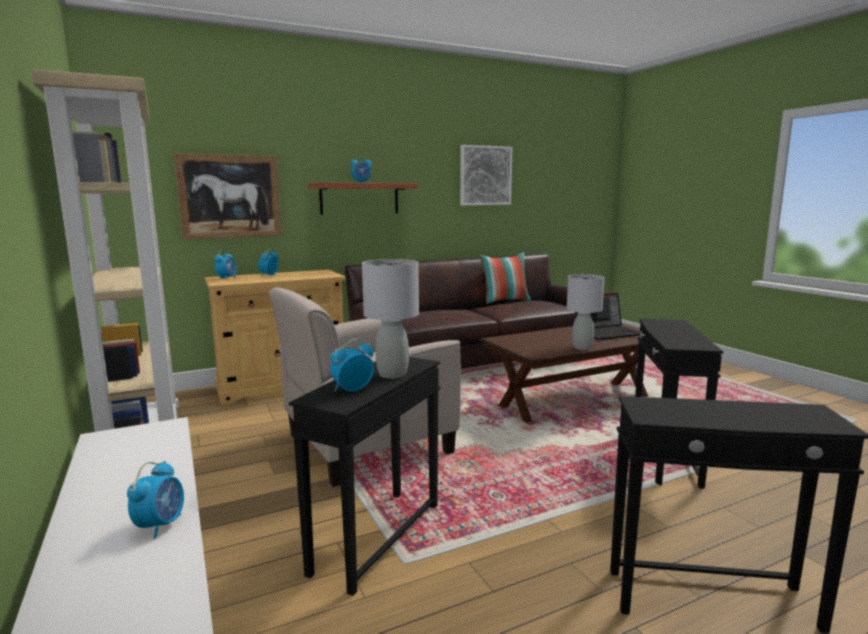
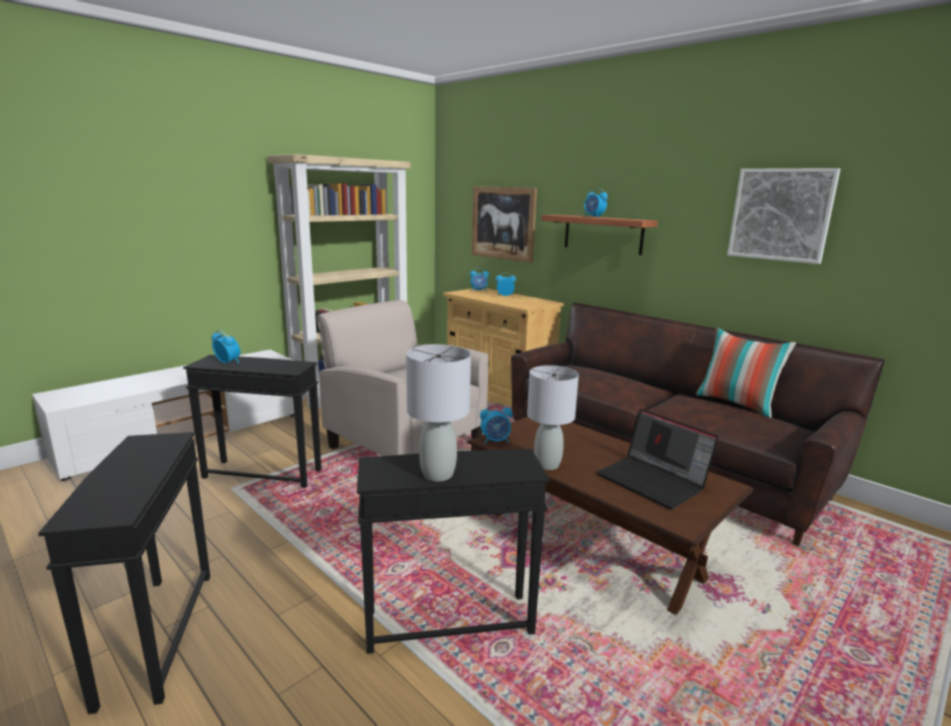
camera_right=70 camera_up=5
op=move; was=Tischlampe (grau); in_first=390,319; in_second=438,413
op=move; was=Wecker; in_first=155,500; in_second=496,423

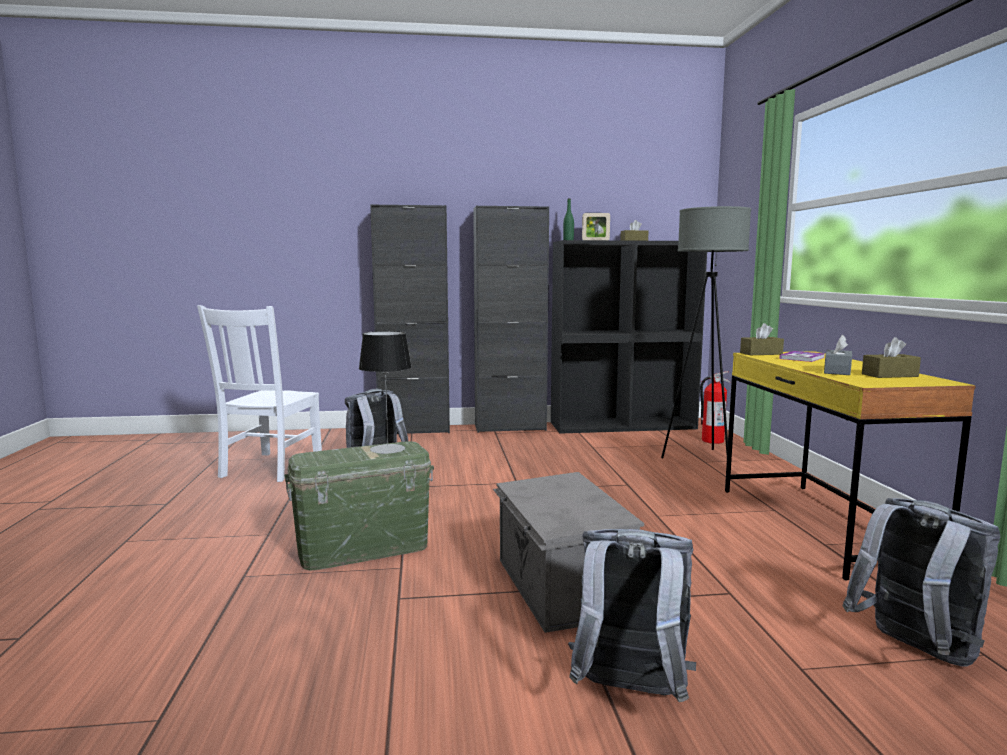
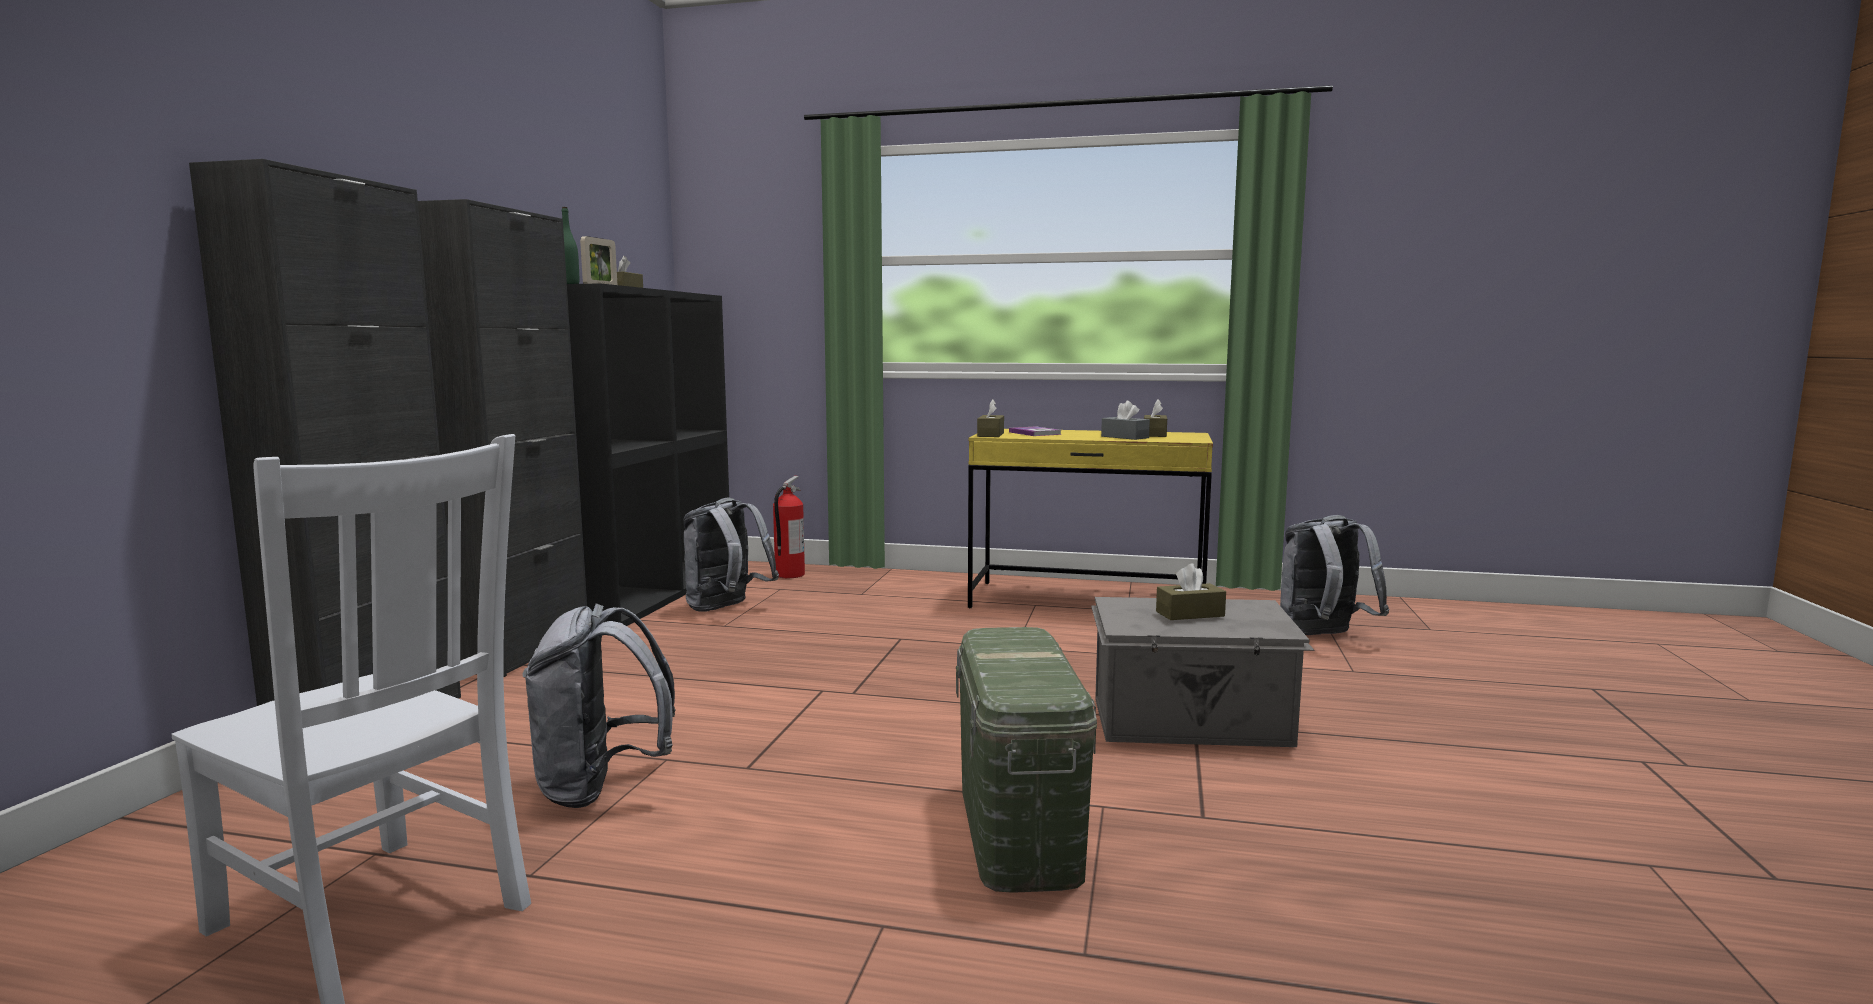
camera_right=-70 camera_up=0
op=delete; was=Stehlampe (grau); in_first=706,332
op=delete; was=Tischlampe; in_first=385,392
op=move; was=Rucksack (grau); in_first=632,615; in_second=731,554
op=insert; now=Taschentuchbox (braun); in_second=1191,591

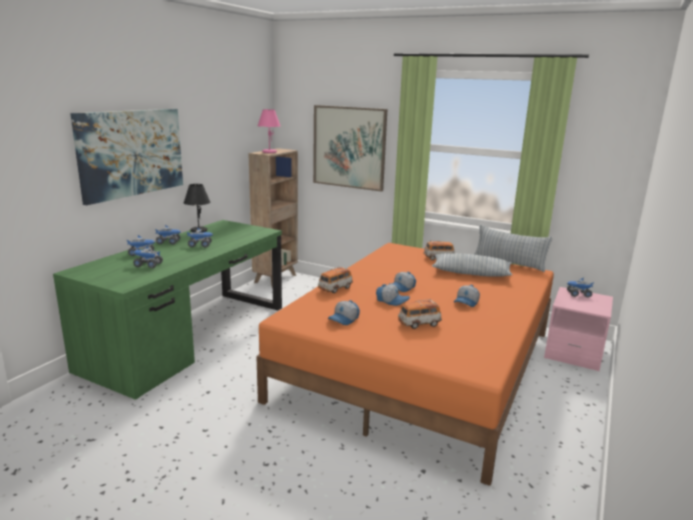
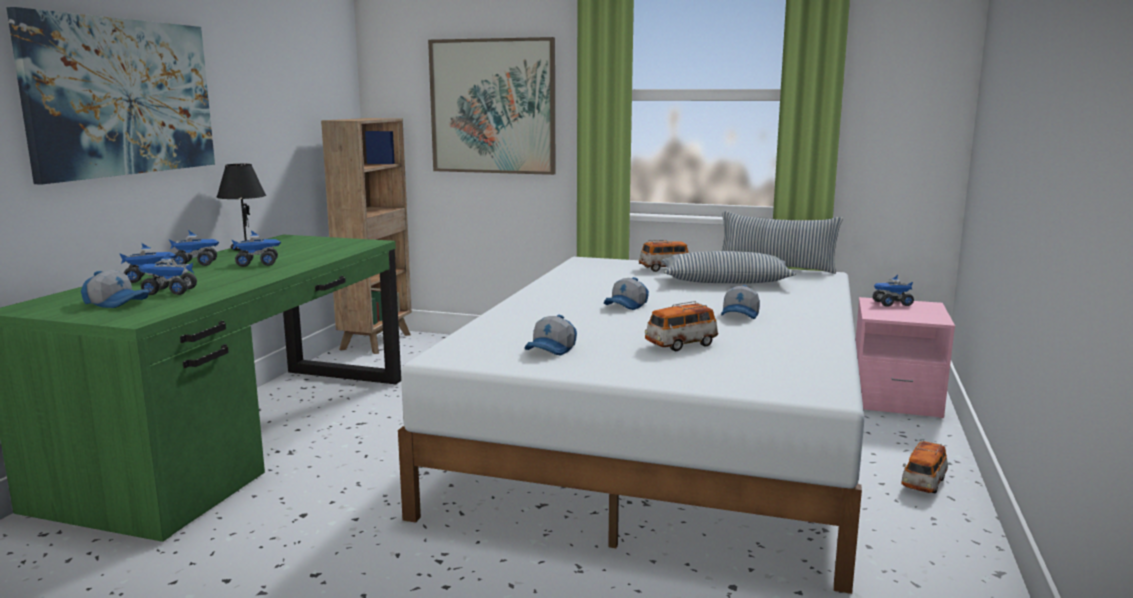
camera_right=-10 camera_up=-5
op=delete; was=Tischlampe (rosa); in_first=268,131
op=recolor; was=Bett (orange); now=Bett (weiß); in_first=405,364; in_second=631,425
op=move; was=Spielzeugauto; in_first=335,279; in_second=924,466
op=move; was=Kappe; in_first=393,295; in_second=115,289

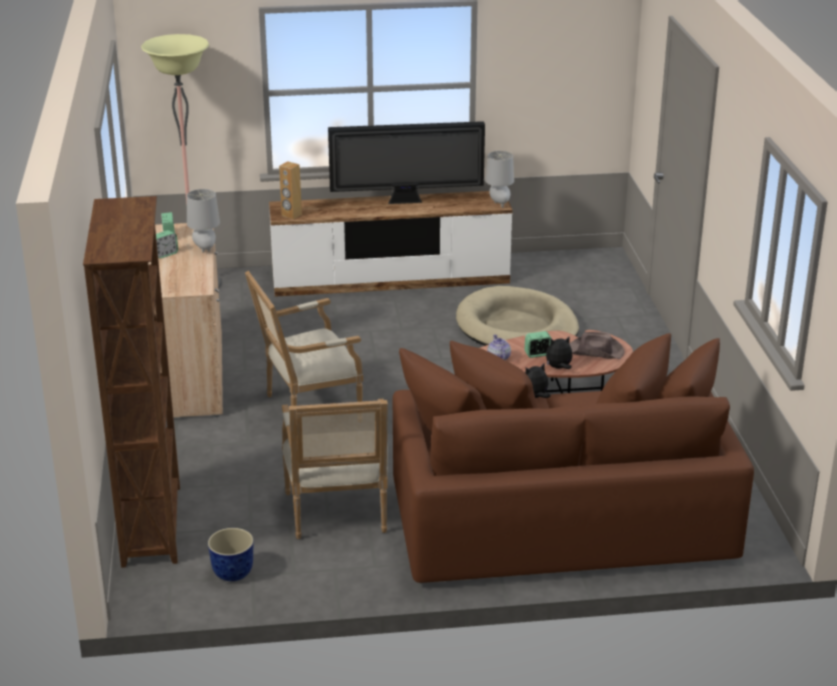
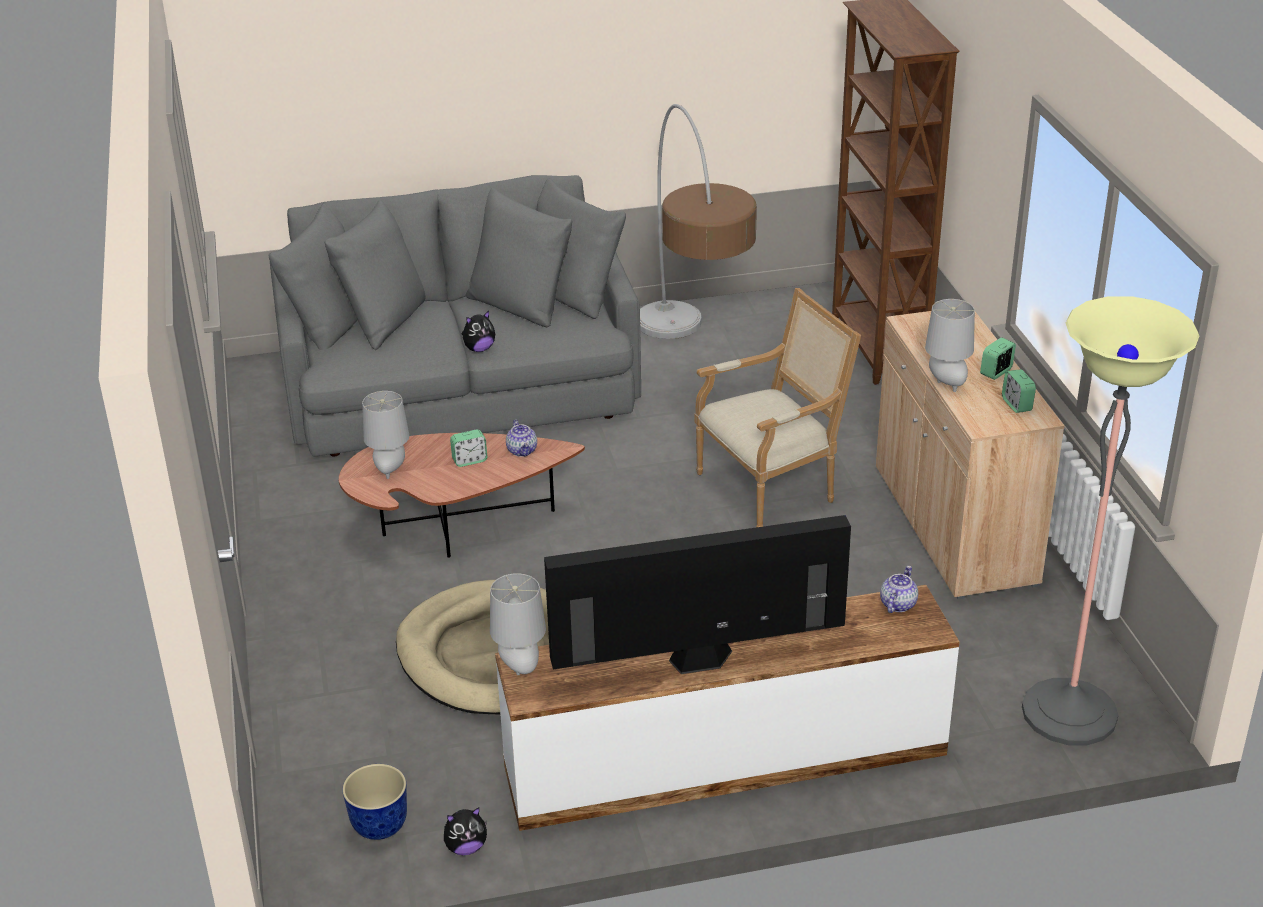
camera_right=175 camera_up=5
op=replace; was=Lautsprecher (braun); now=Teekanne; in_first=290,190; in_second=899,589
op=replace; was=Hut (braun); now=Tischlampe (grau); in_first=597,345; in_second=385,435
op=recolor; was=Sofa (braun); now=Sofa (grau); in_first=573,458; in_second=454,316
op=move; was=Plüschtier; in_first=559,352; in_second=465,831
op=replace; was=Sessel; now=Stehlampe; in_first=335,469; in_second=698,221
op=move; was=Pflanzkübel; in_first=231,554; in_second=374,802

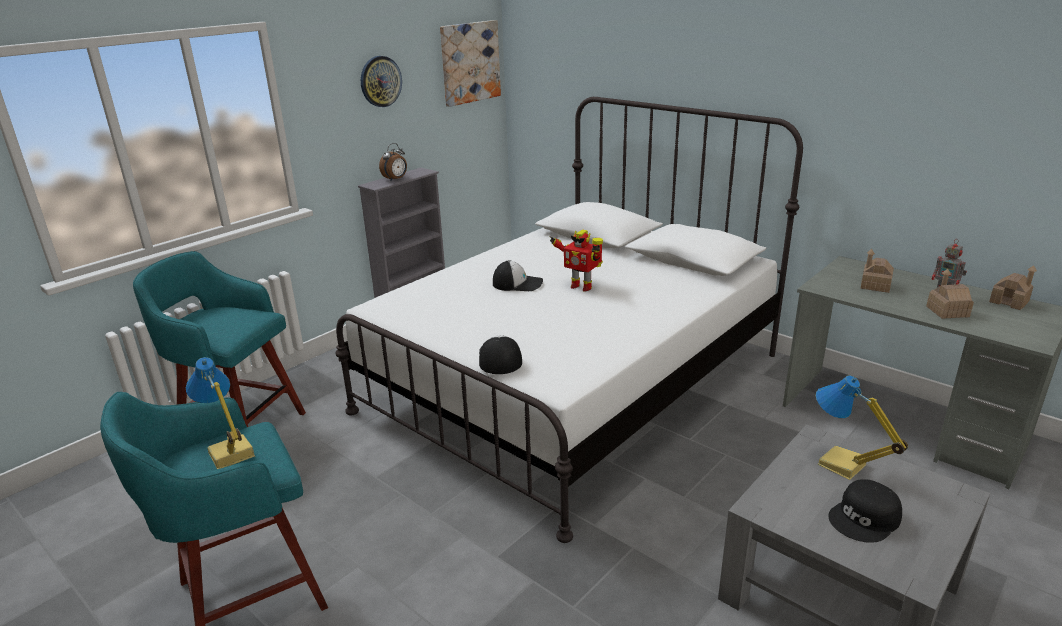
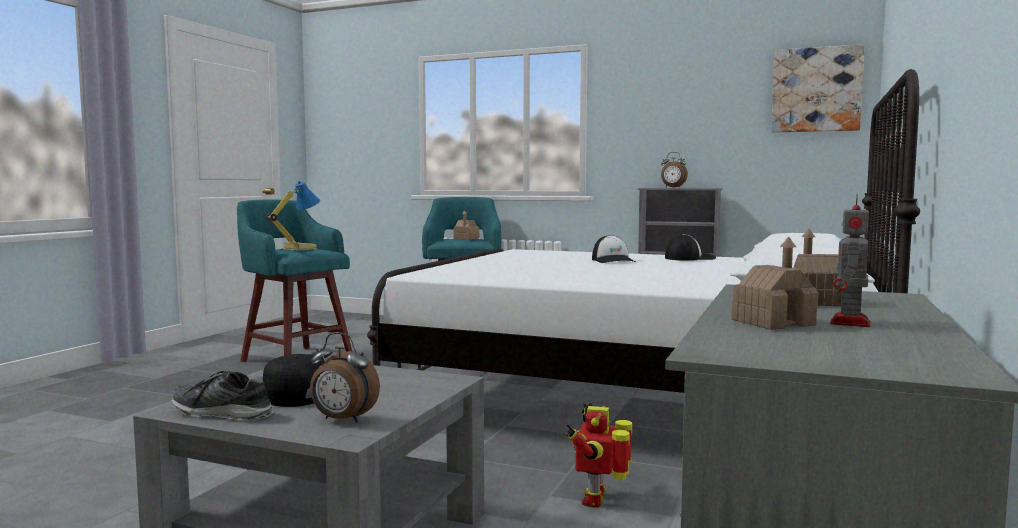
camera_right=70 camera_up=-20
op=delete; was=Wanduhr; in_first=381,81
op=move; was=Spielzeugroboter; in_first=576,261; in_second=598,455
op=move; was=Spielzeughaus; in_first=1013,287; in_second=466,225
op=move; was=Kappe; in_first=500,354; in_second=690,247
op=delete; was=Tischlampe; in_first=862,428
op=insert; now=Wecker; in_second=345,377
op=insert; now=Schuh; in_second=222,396

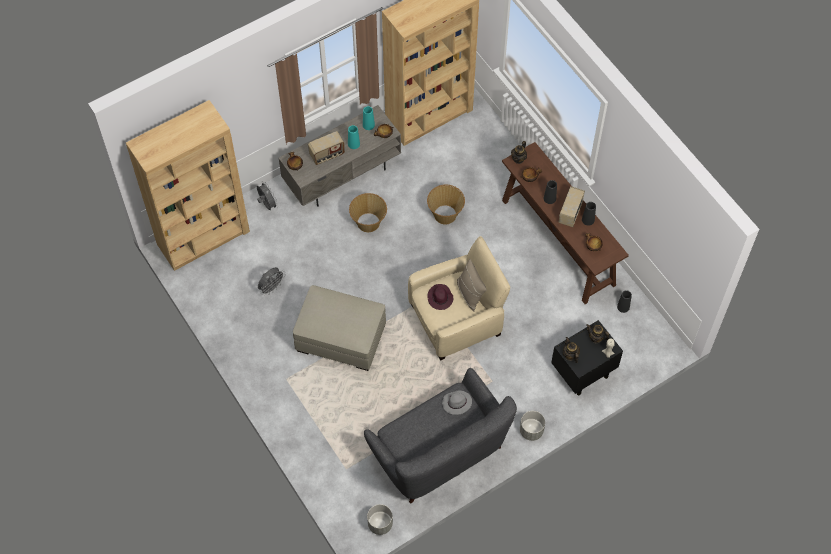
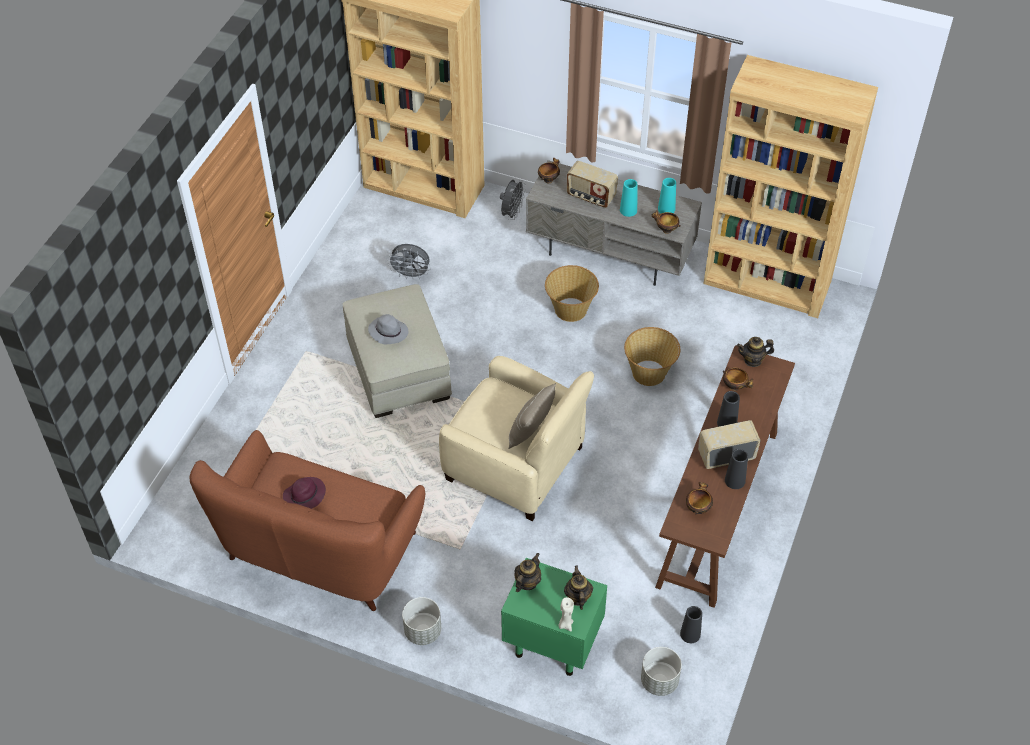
camera_right=55 camera_up=-10
op=move; was=Hut (lila); in_first=440,297; in_second=304,493
op=recolor; was=Nachttisch (schwarz); now=Nachttisch (grün); in_first=587,357; in_second=554,617
op=recolor; was=Sofa (grau); now=Sofa (braun); in_first=440,435; in_second=307,520
op=move; was=Hut (grau); in_first=457,403; in_second=388,329
op=move; was=Pflanzkübel (grau); in_first=380,519; in_second=661,671

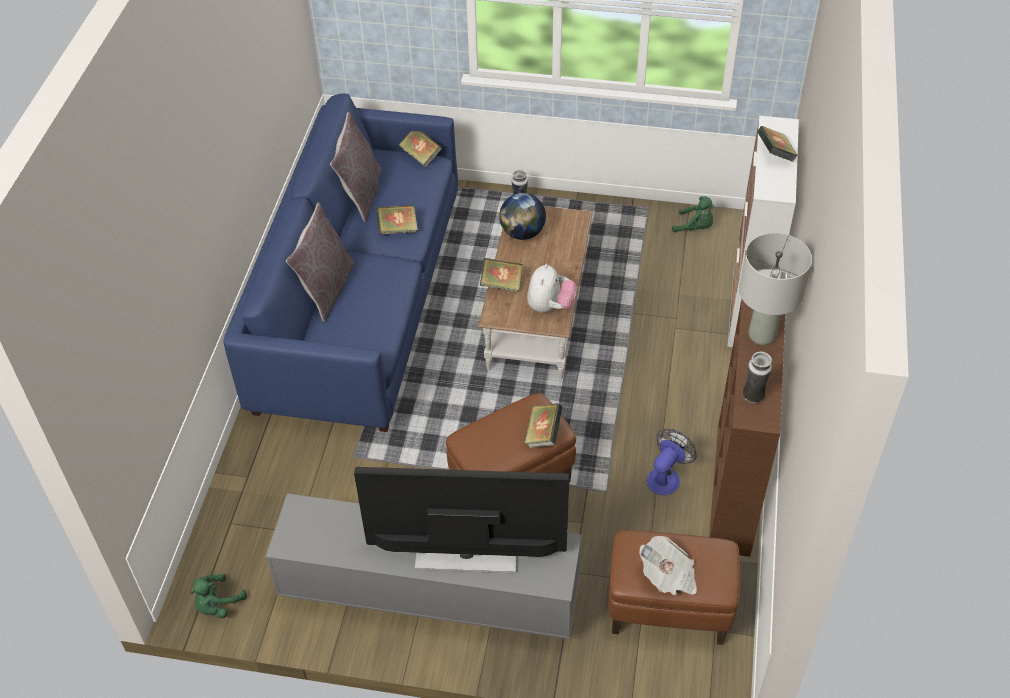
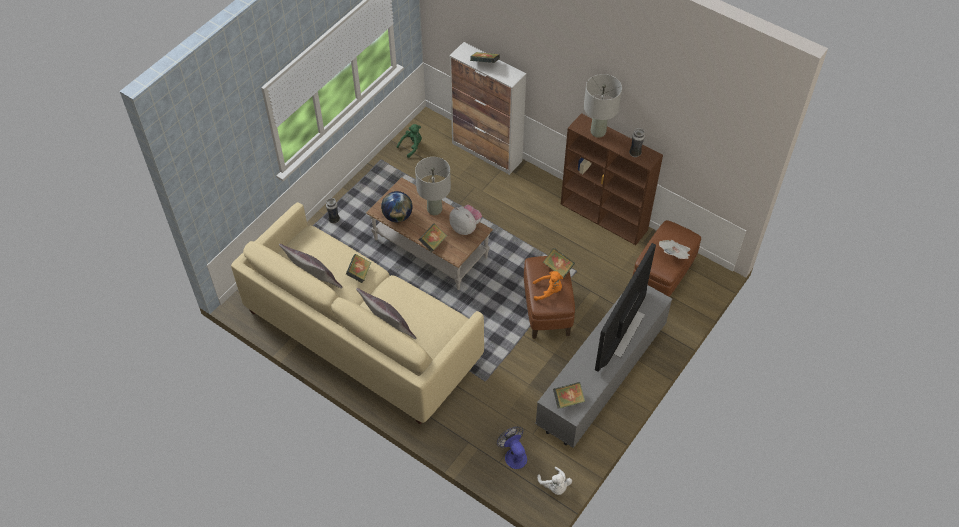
camera_right=-65 camera_up=5
op=recolor; was=Sofa (blau); now=Sofa (beige); in_first=341,263; in_second=357,313
op=move; was=Buch; in_first=420,149; in_second=569,395
op=move; was=Ventilator; in_first=672,462; in_second=512,447
op=recolor; was=Plüschtier (grün); now=Plüschtier (weiß); in_first=218,595; in_second=554,481
op=insert; now=Tischlampe (grau); in_second=433,186
op=insert; now=Plüschtier (orange); in_second=548,286

